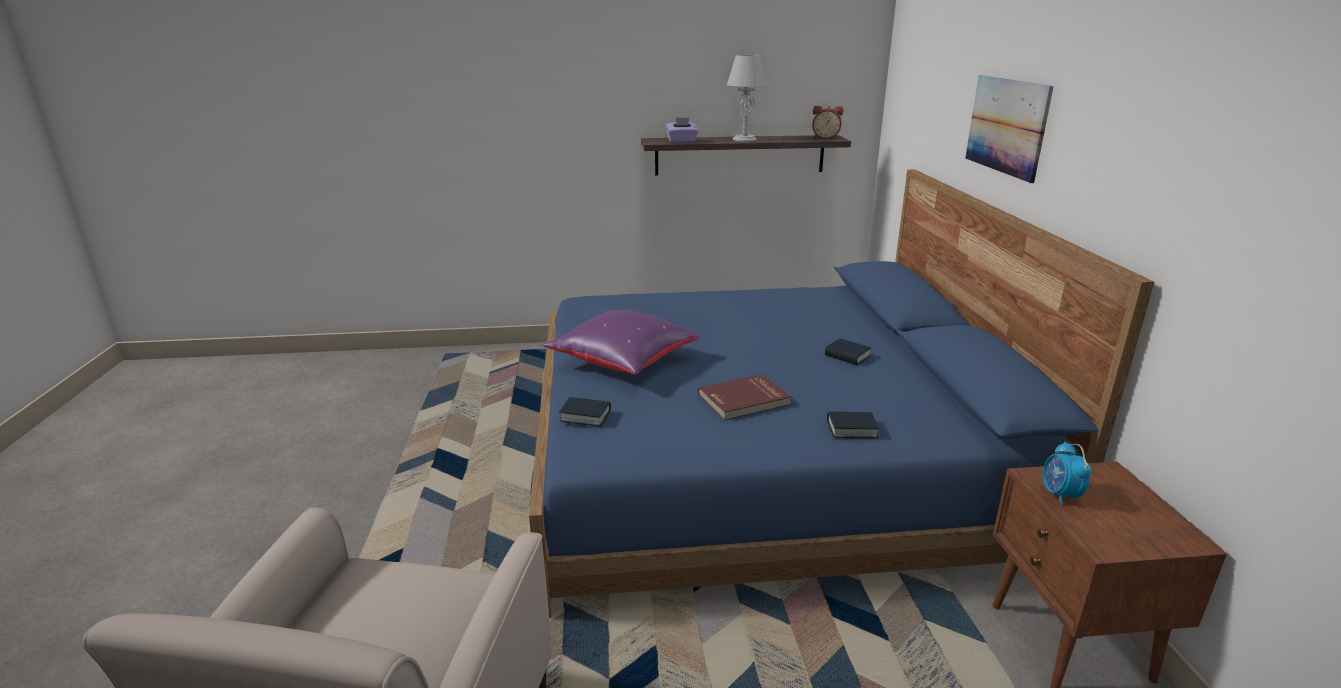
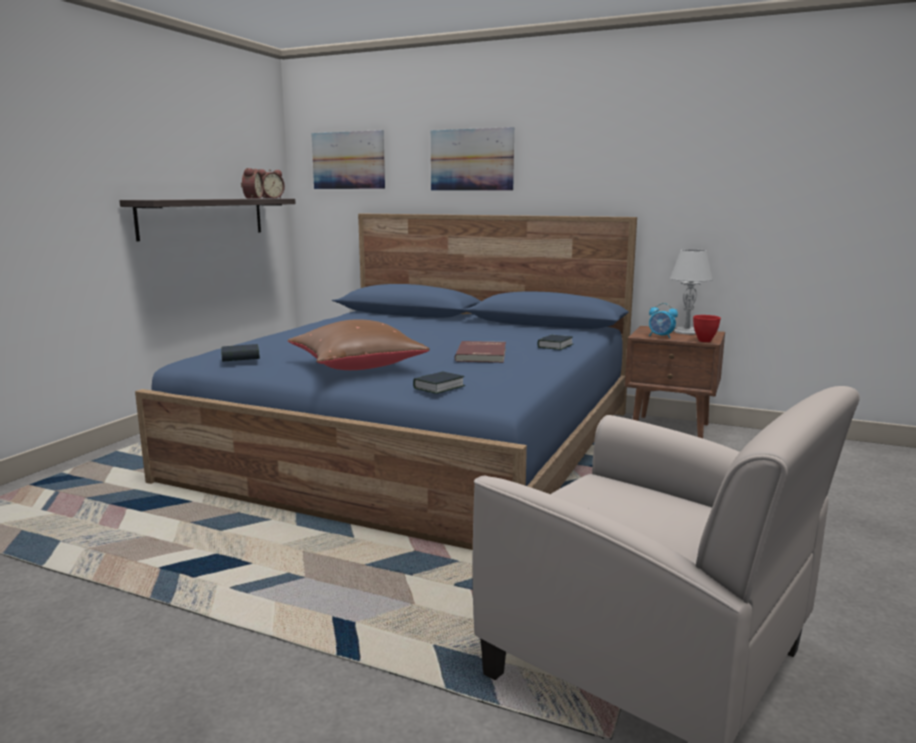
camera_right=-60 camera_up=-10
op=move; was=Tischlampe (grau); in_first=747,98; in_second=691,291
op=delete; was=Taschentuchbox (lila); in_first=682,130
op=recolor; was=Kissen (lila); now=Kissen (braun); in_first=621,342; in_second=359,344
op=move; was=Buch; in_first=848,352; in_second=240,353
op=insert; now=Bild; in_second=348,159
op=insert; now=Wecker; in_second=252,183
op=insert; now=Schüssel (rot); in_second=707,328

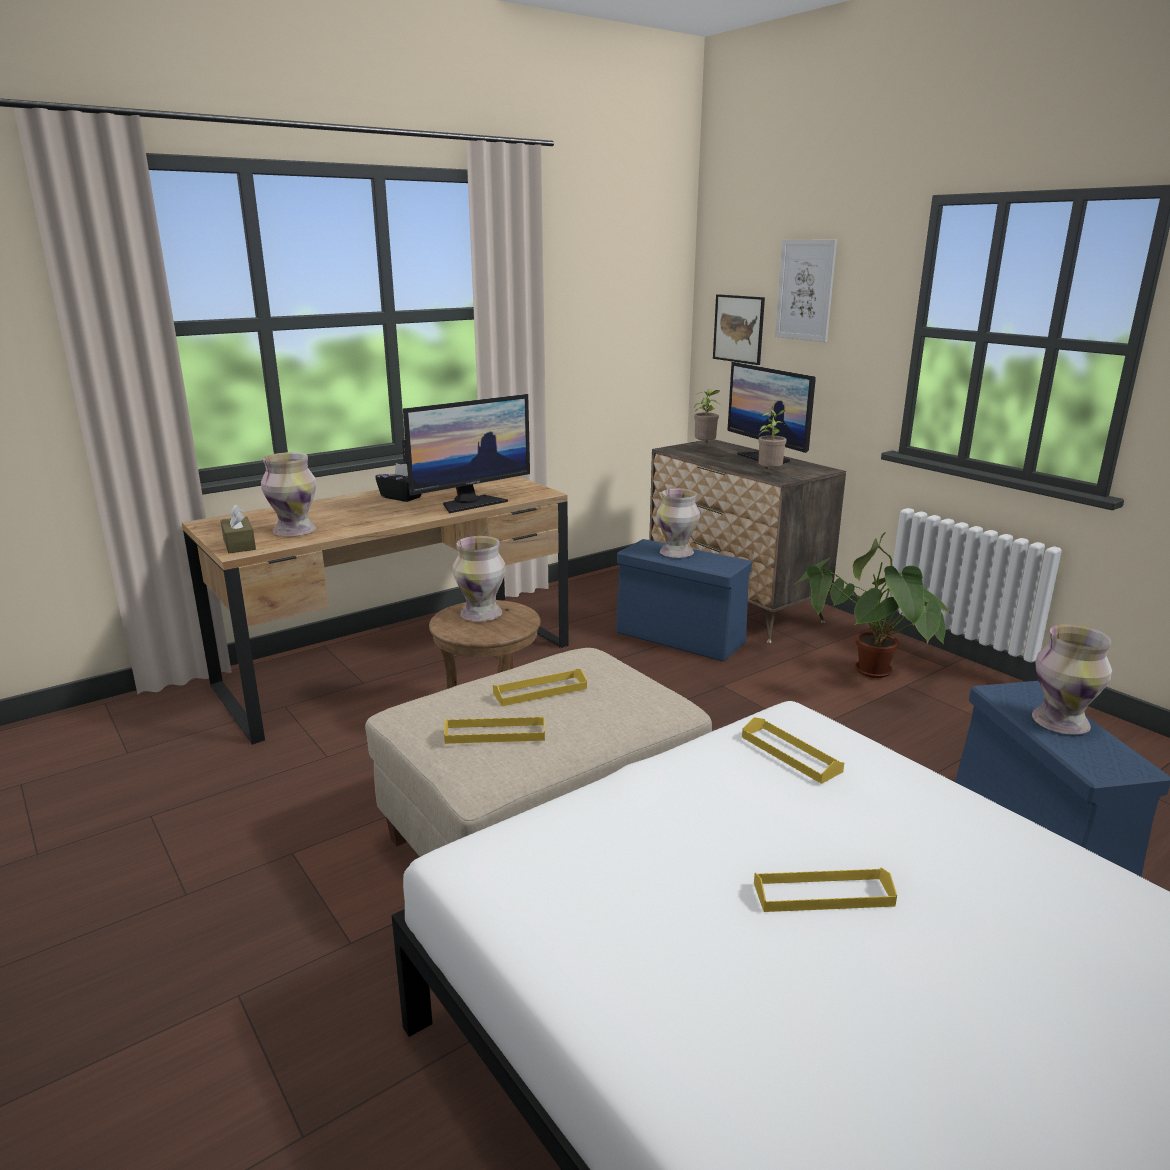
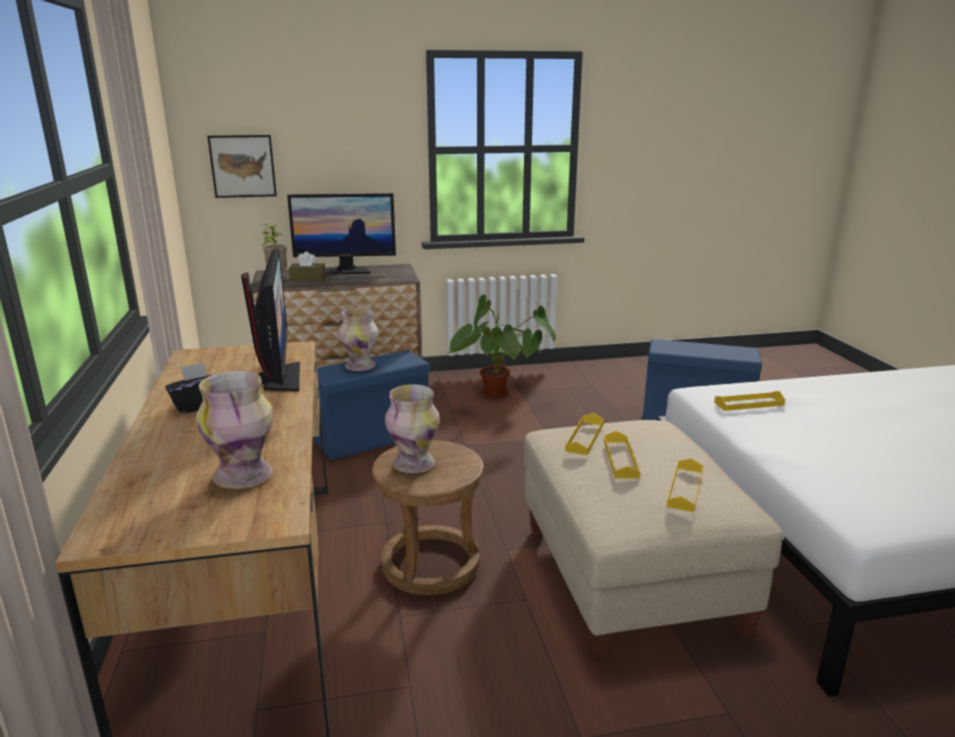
camera_right=-65 camera_up=0
op=delete; was=Bild; in_first=806,291
op=delete; was=Topfpflanze; in_first=772,439
op=move; was=Taschentuchbox (braun); in_first=238,528; in_second=307,267
op=delete; was=Vase; in_first=1072,679
op=move; was=Tablett (gelb); in_first=825,889; in_second=584,434

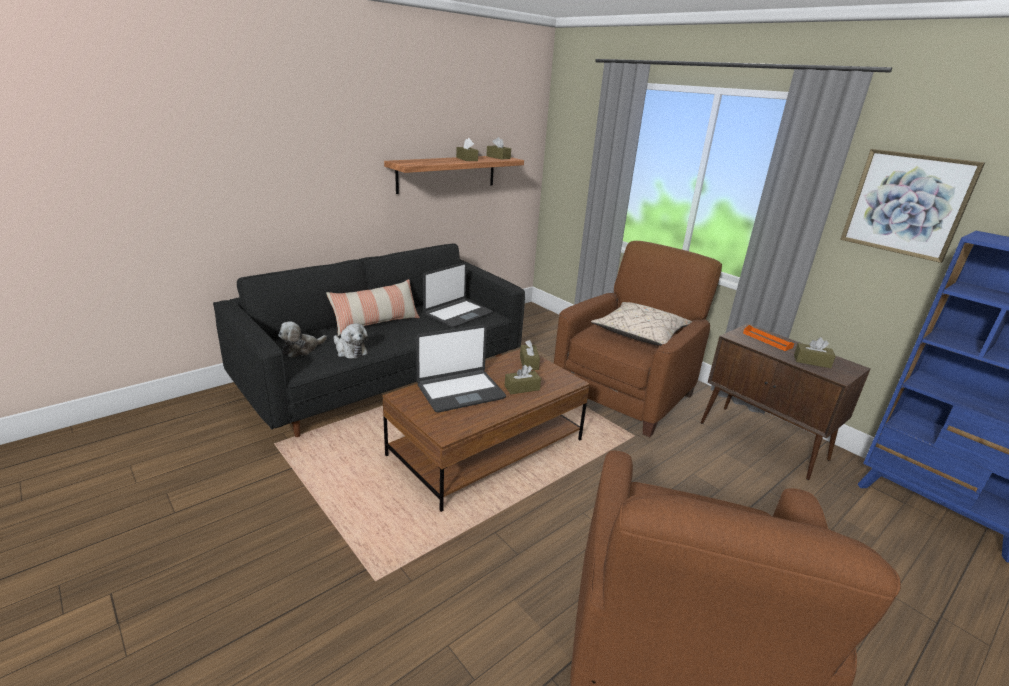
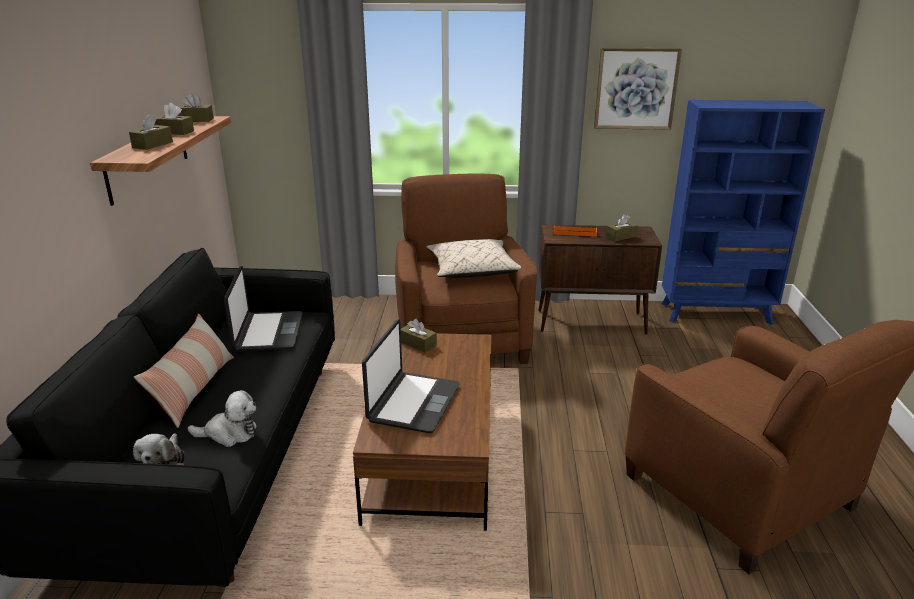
camera_right=-45 camera_up=0
op=move; was=Taschentuchbox (braun); in_first=523,379; in_second=151,132

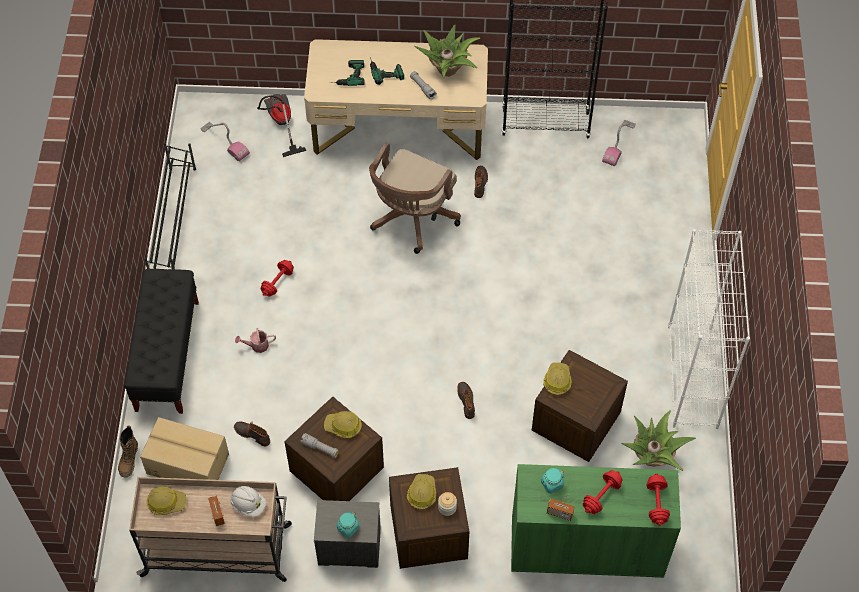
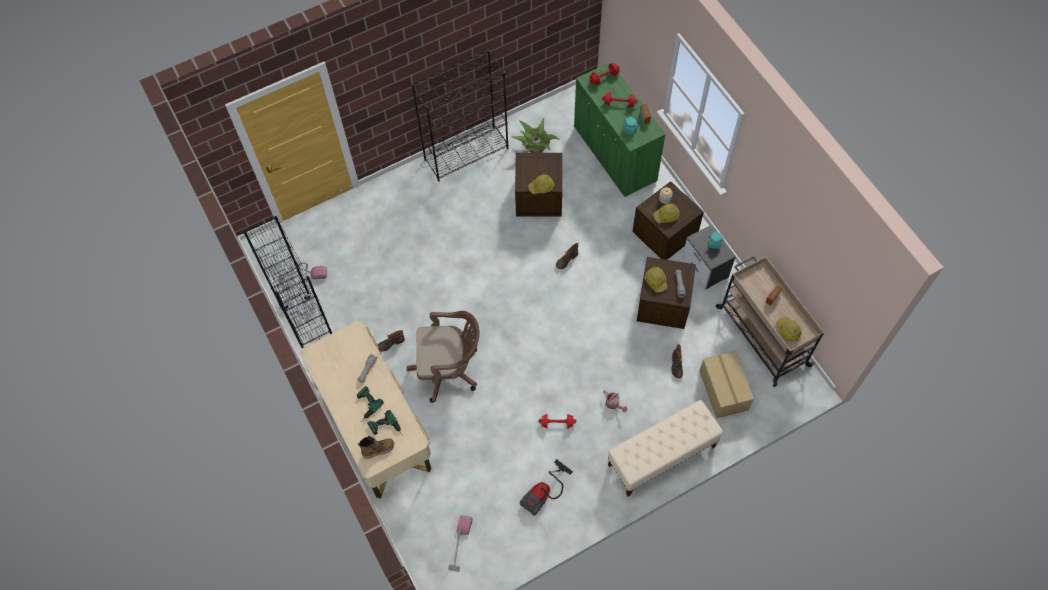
camera_right=-120 camera_up=5
op=delete; was=Topfpflanze; in_first=447,51
op=move; was=Staubsauger; in_first=281,125; in_second=546,487
op=delete; was=Schuhregal (schwarz); in_first=170,206
op=recolor; was=Bücherregal (weiß); now=Bücherregal (schwarz); in_first=709,329; in_second=460,116
op=recolor; was=Bank (schwarz); now=Bank (beige); in_first=161,341; in_second=665,448
op=move; was=Stiefel; in_first=128,451; in_second=376,447
op=delete; was=Schutzhelm (weiß); in_first=248,501

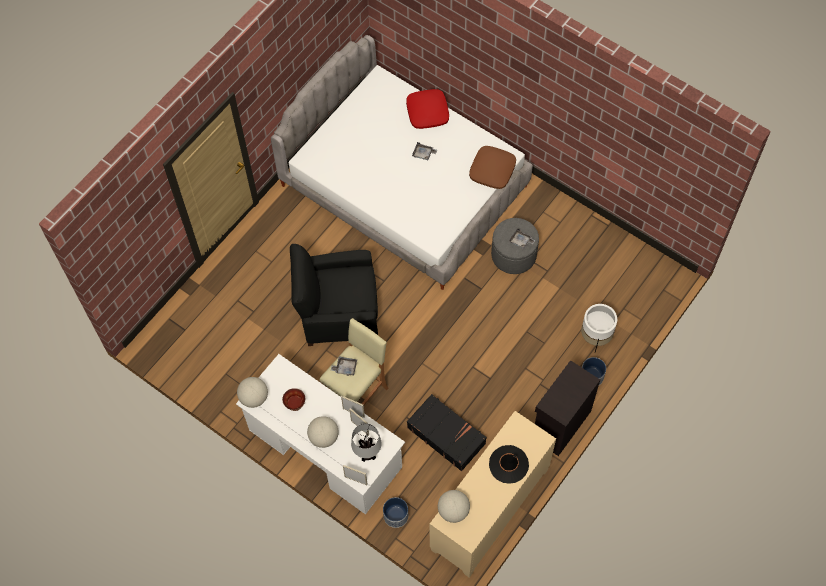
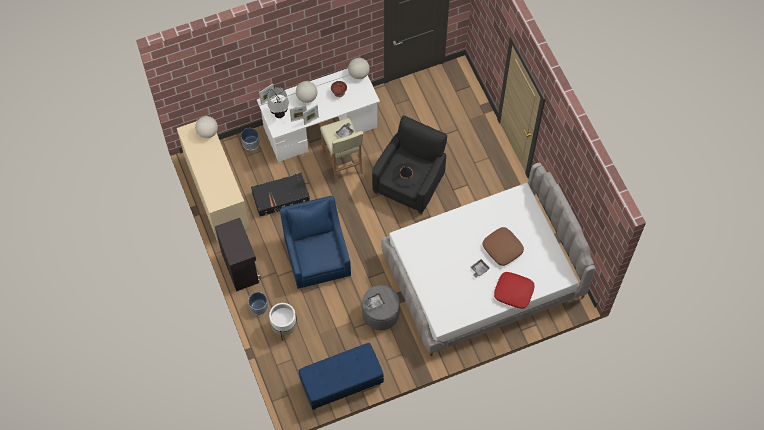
camera_right=120 camera_up=0
op=move; was=Kissen (braun); in_first=492,167; in_second=503,246
op=move; was=Hut (schwarz); in_first=509,464; in_second=406,174
op=insert; now=Sessel (blau); in_second=315,242
op=insert; now=Bank (blau); in_second=341,376

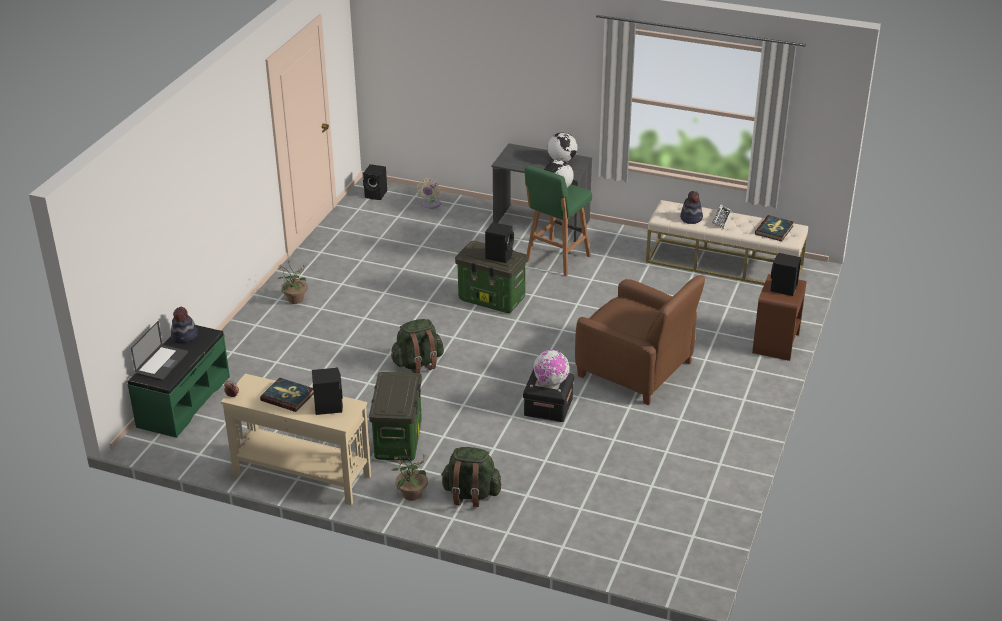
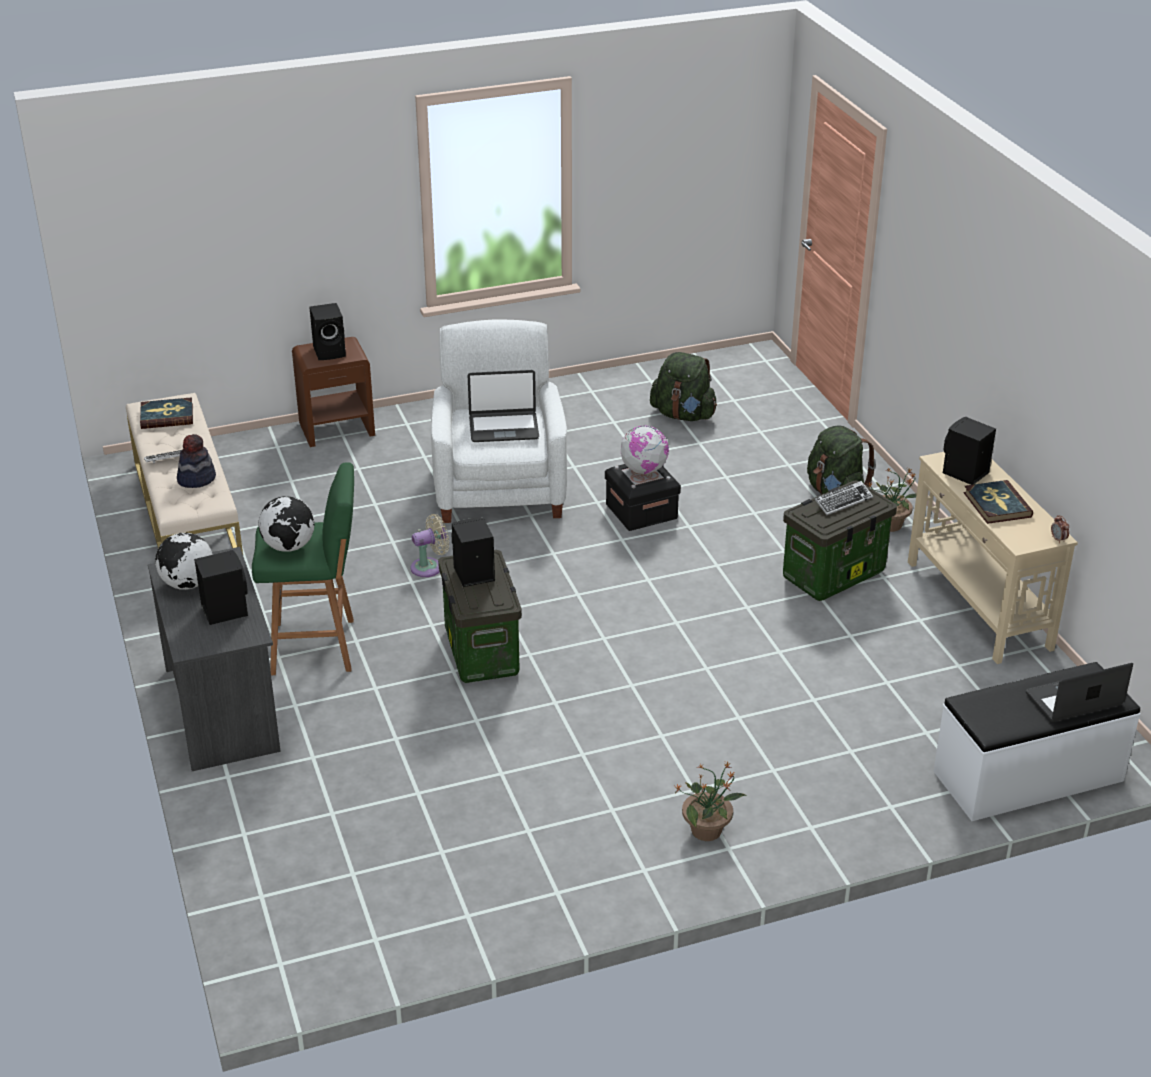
camera_right=-130 camera_up=0
op=move; was=Lautsprecher (schwarz); in_first=375,182; in_second=221,587
op=move; was=Ventilator (beige); in_first=429,193; in_second=430,545
op=recolor; was=Sessel (braun); now=Sessel (weiß); in_first=640,340; in_second=499,421
op=delete; was=Hut; in_first=184,325
op=move; was=Rucksack (grün); in_first=417,346; in_second=683,386
op=recolor; was=Bank (grün); now=Bank (weiß); in_first=178,381; in_second=1037,741
op=insert; now=Laptop; in_second=503,406
op=insert; now=Tastatur; in_second=844,498

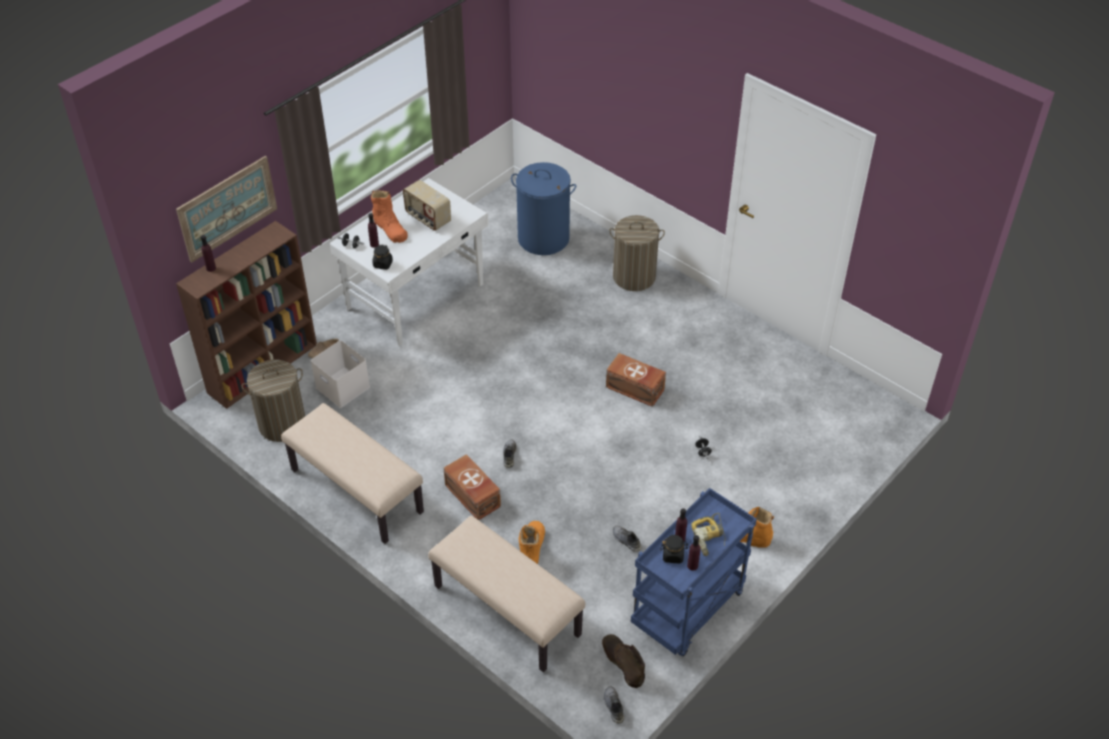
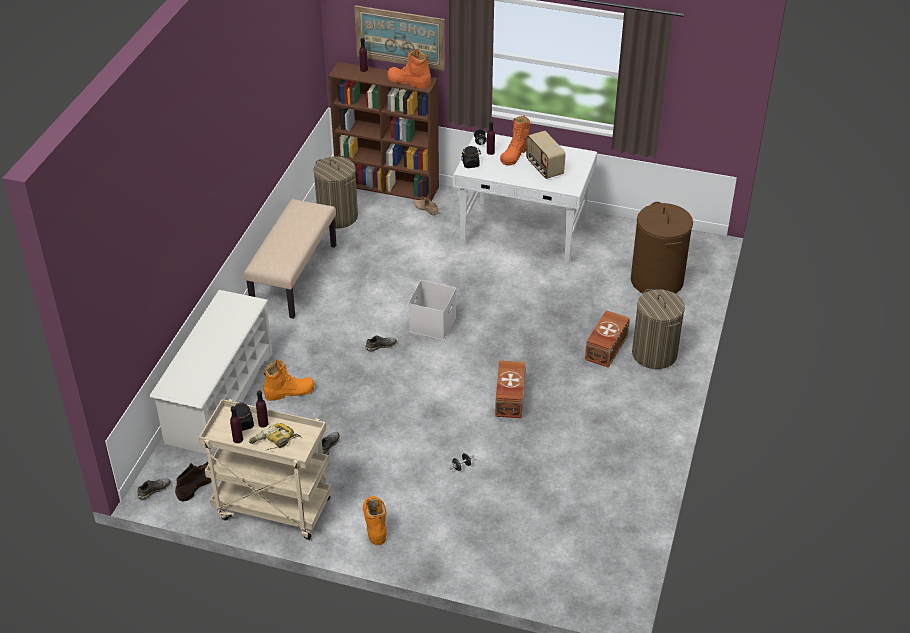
camera_right=65 camera_up=-5
op=recolor; was=Wäschekorb (blau); now=Wäschekorb (braun); in_first=543,208; in_second=662,248
op=rotate; was=Radio; in_first=427,205; in_second=546,155; clockwise=-45
op=move; was=Aufbewahrungsbox (weiß); in_first=340,374; in_second=432,310
op=move; was=Aufbewahrungsbox (braun); in_first=472,487; in_second=607,339
op=recolor; was=Rollwagen (blau); now=Rollwagen (beige); in_first=694,572; in_second=265,469
op=replace; was=Bank (beige); now=Schuhregal (weiß); in_first=506,594; in_second=211,373
op=insert; now=Stiefel (orange); in_second=409,69

